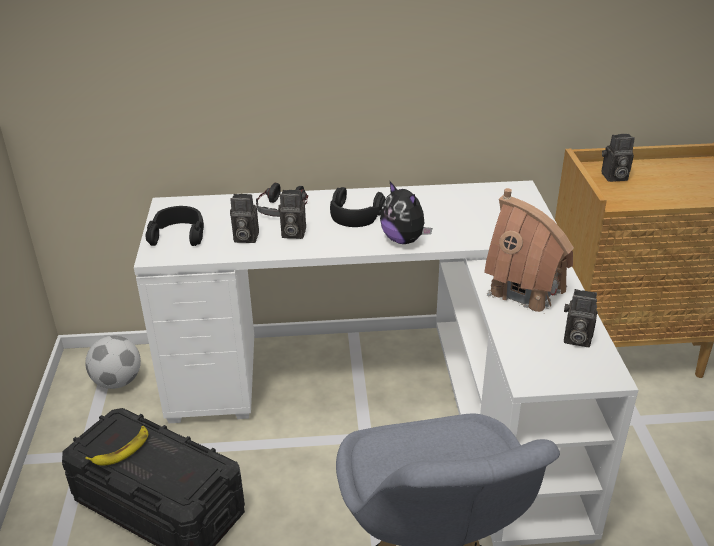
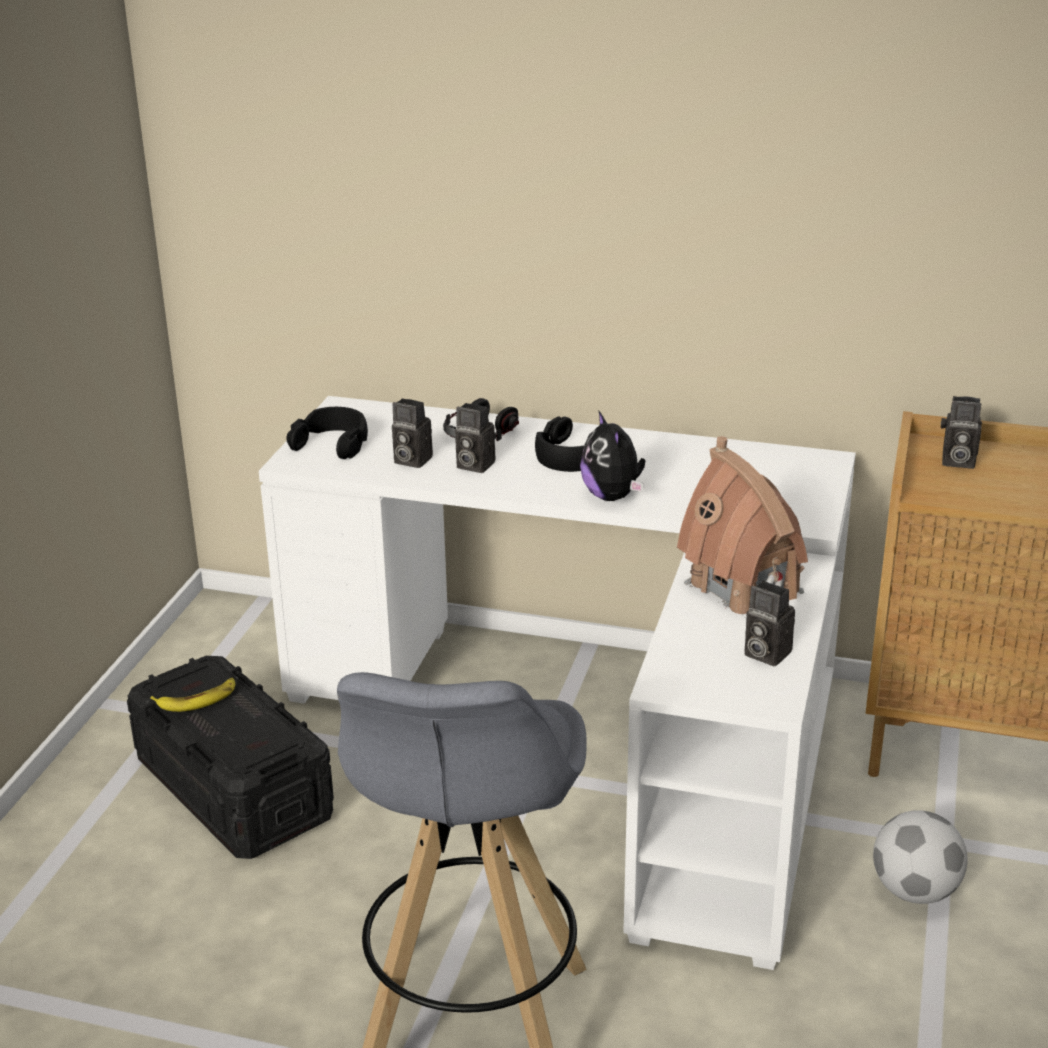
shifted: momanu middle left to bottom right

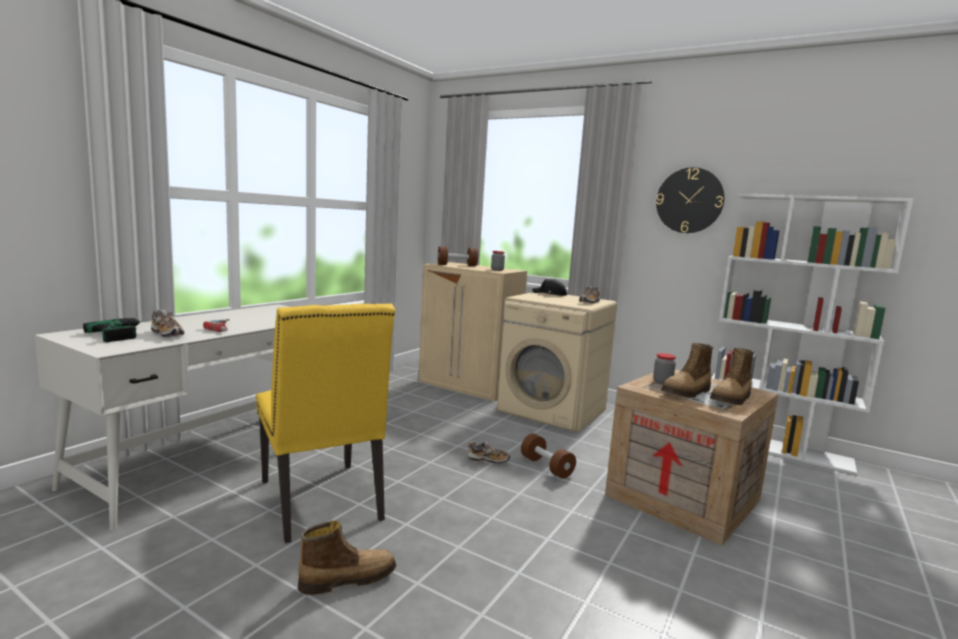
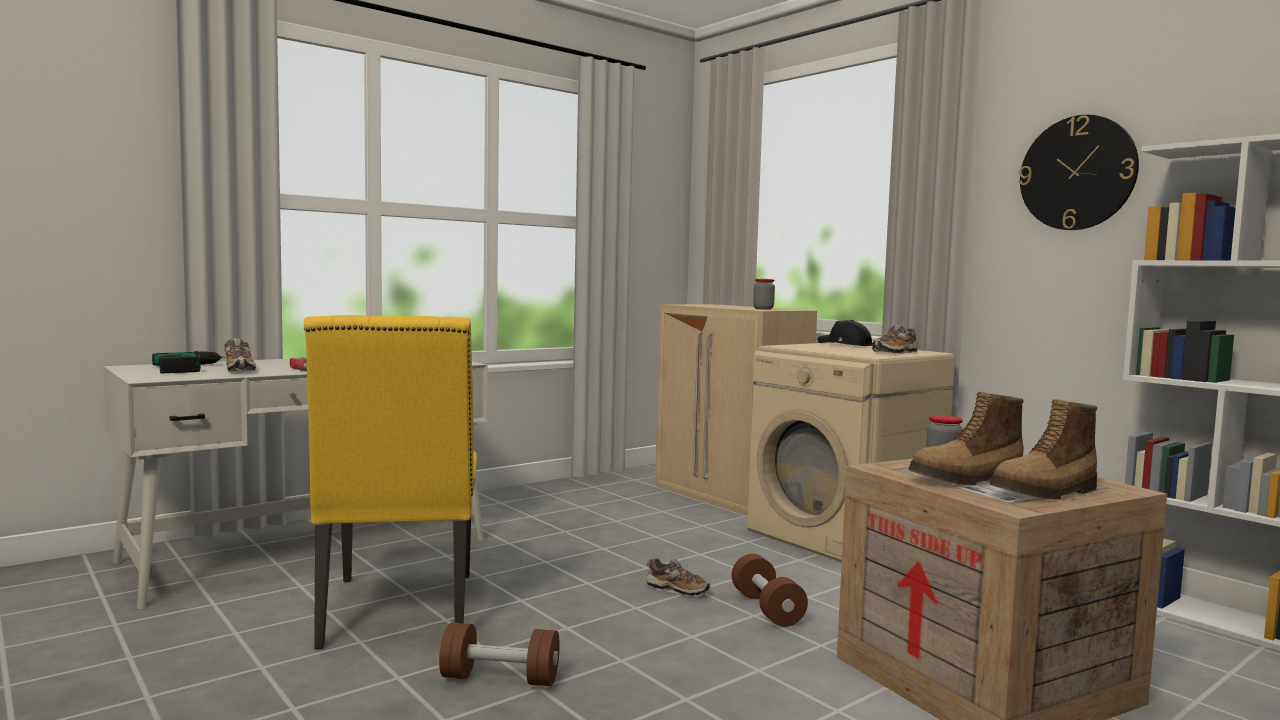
gone: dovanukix (no. 1 from left) bottom centre
shifted: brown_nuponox (no. 1 from left) centre to bottom centre

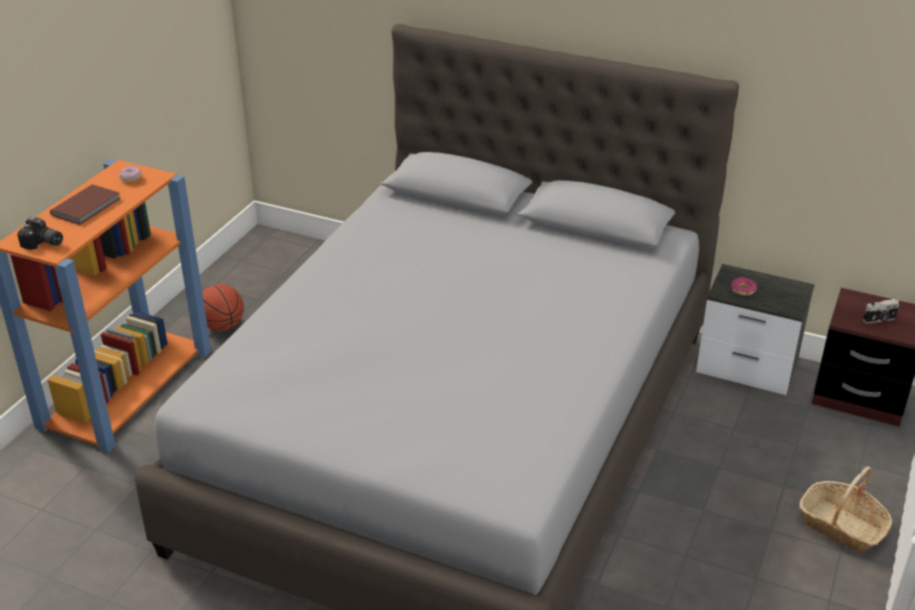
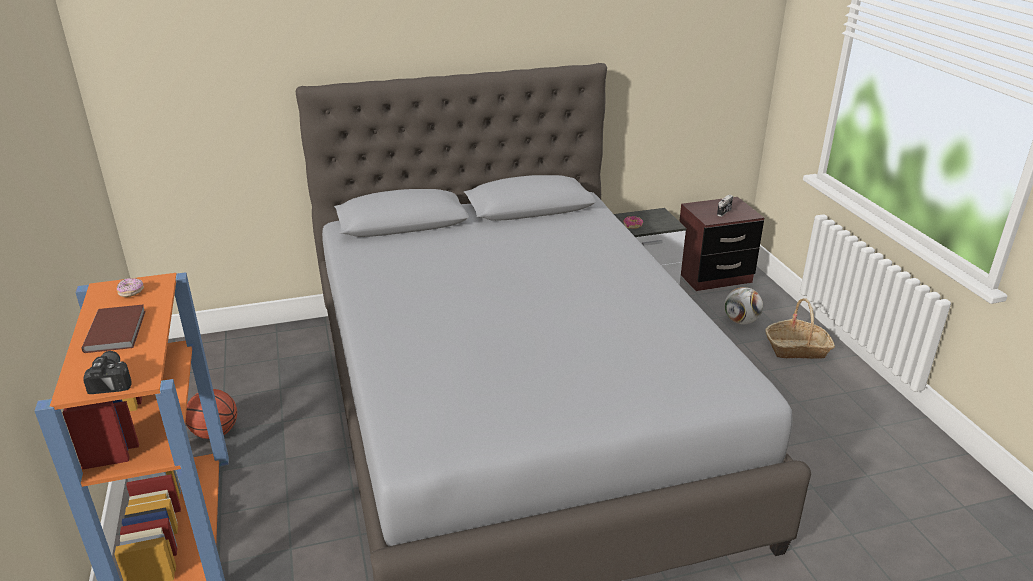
new: momanu middle right
rotated: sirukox (no. 1 from left) middle left = middle left 90 degrees counterclockwise

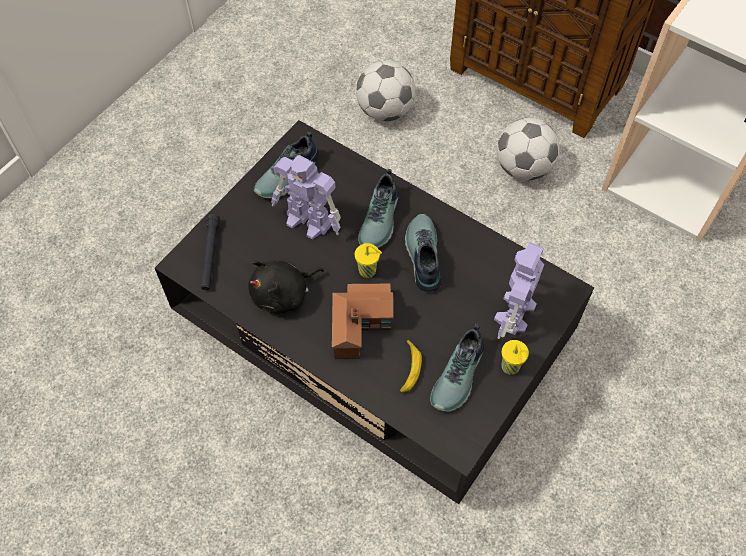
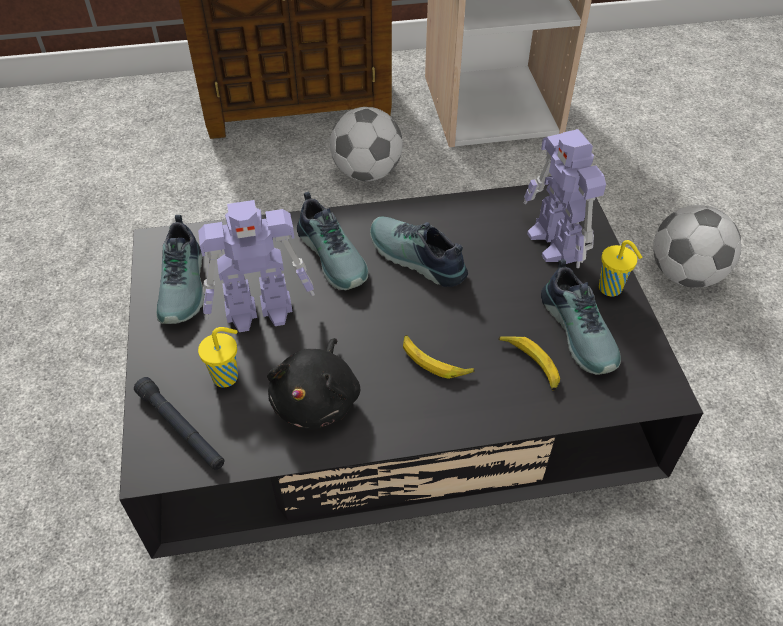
shifted: momanu (no. 1 from left in the first image) top centre to momanu (no. 2 from left) middle right; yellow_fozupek (no. 1 from left) centre to middle left
swapped: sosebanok centre to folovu (no. 1 from left) centre

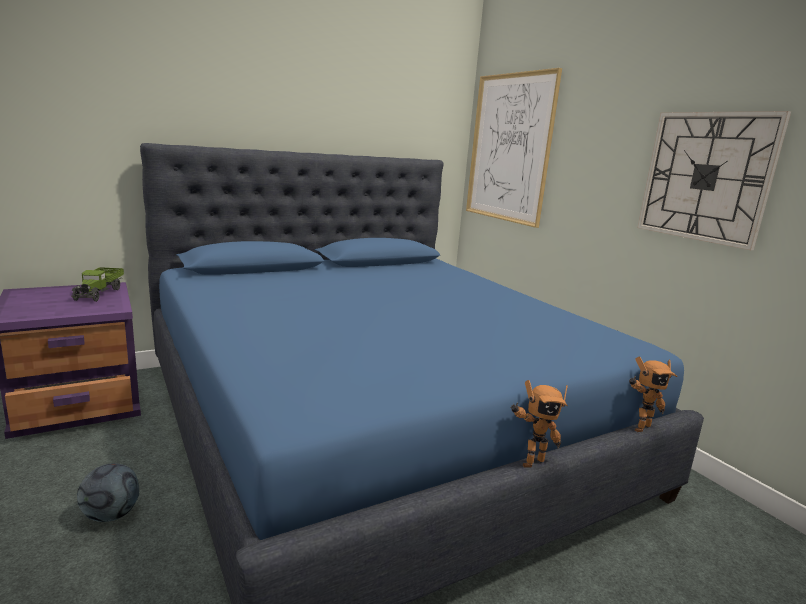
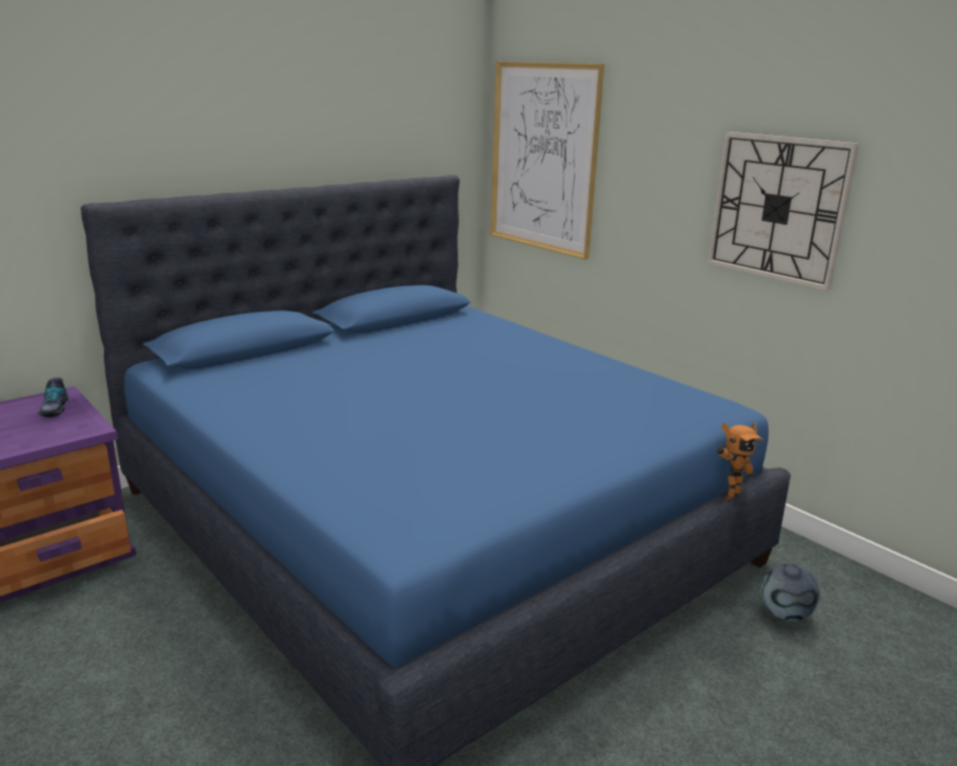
gone: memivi (no. 1 from left) bottom right
shifted: momanu bottom left to bottom right
swapped: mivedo middle left to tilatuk middle left

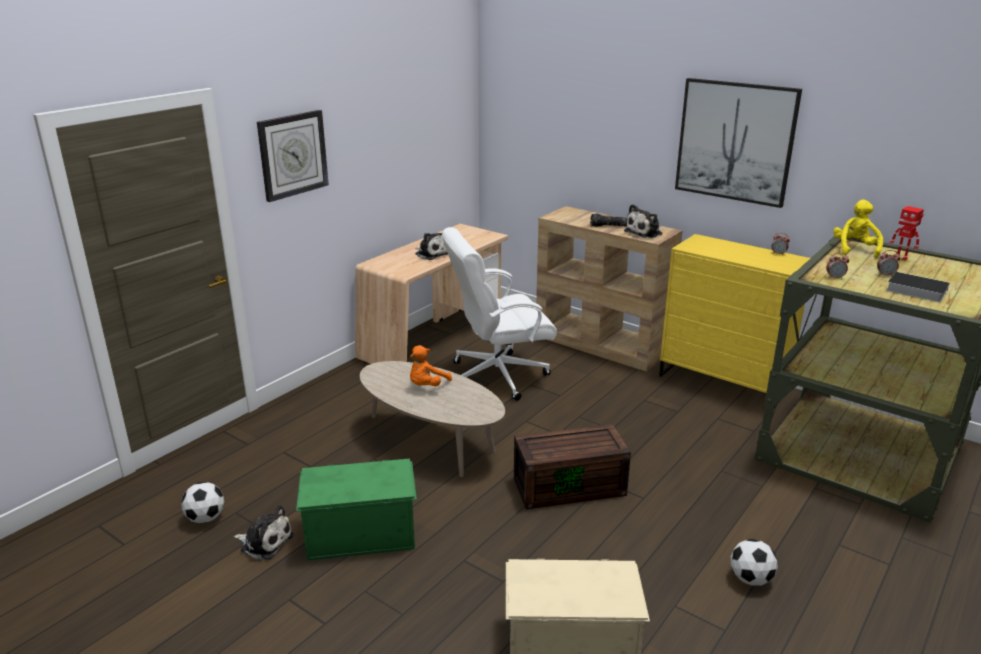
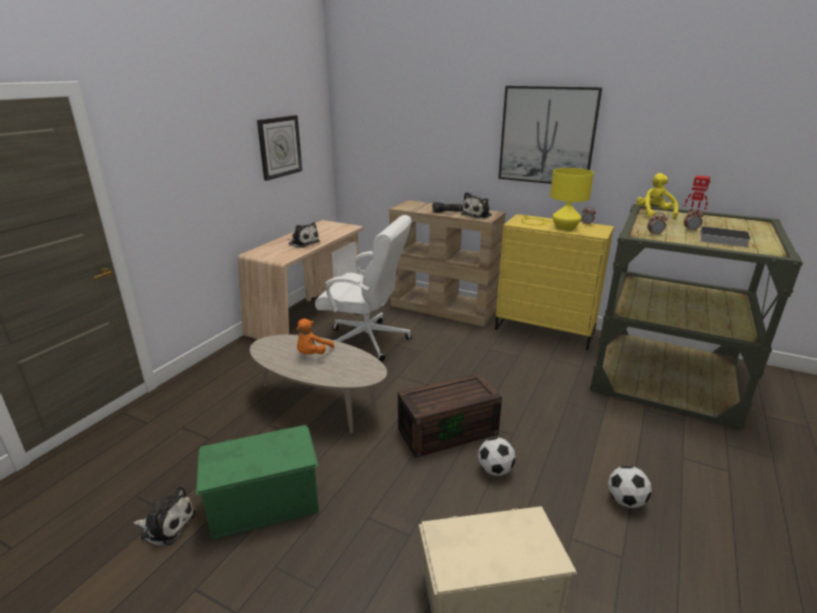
new: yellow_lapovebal top right
shifted: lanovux top left to top centre; momanu (no. 1 from left) bottom left to bottom centre
rotated: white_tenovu centre = centre 135 degrees counterclockwise

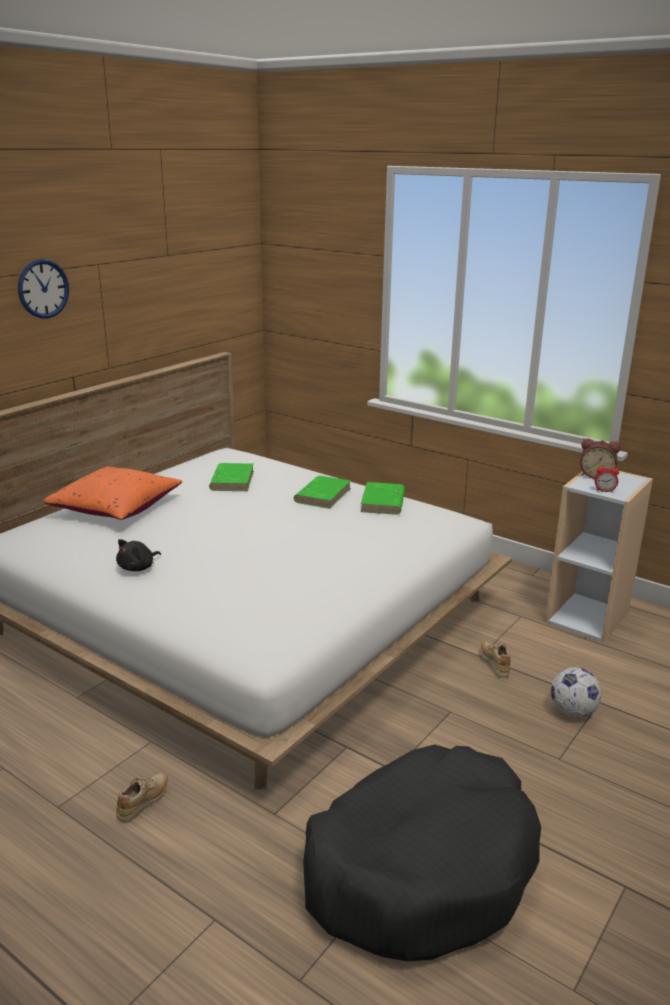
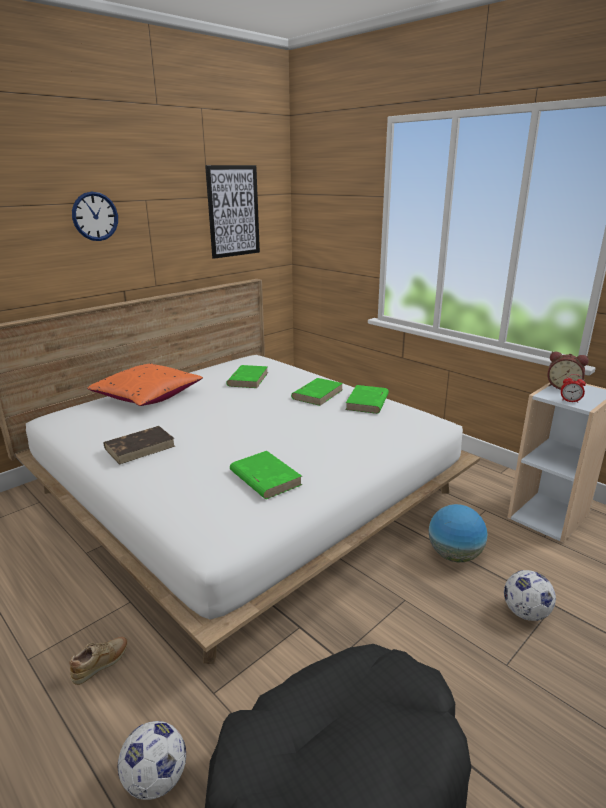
new: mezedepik top centre; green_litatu (no. 2 from left) centre; momanu (no. 1 from left) bottom left
swapped: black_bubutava middle left to brown_litatu middle left; beige_tilatuk (no. 2 from left) middle right to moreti middle right

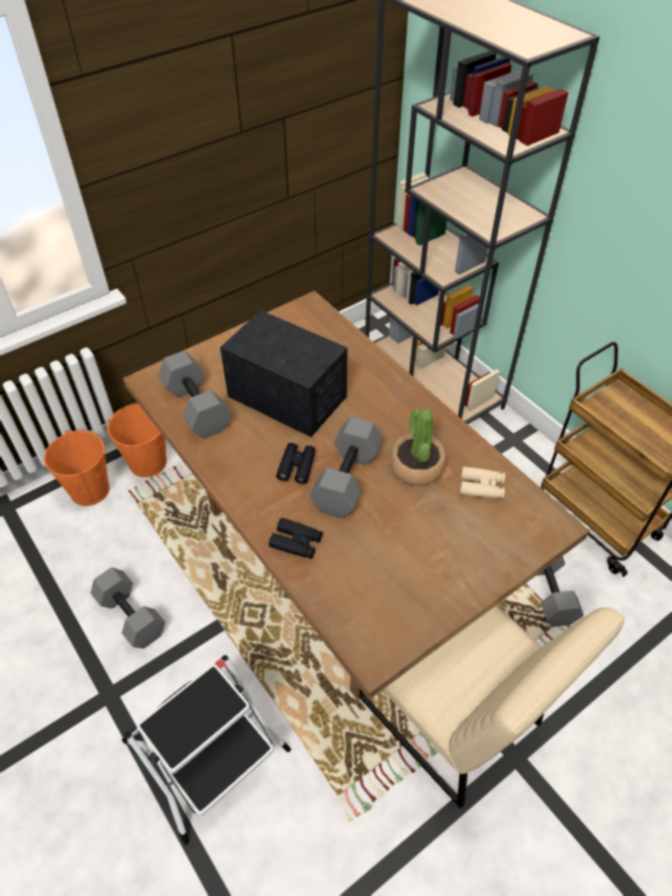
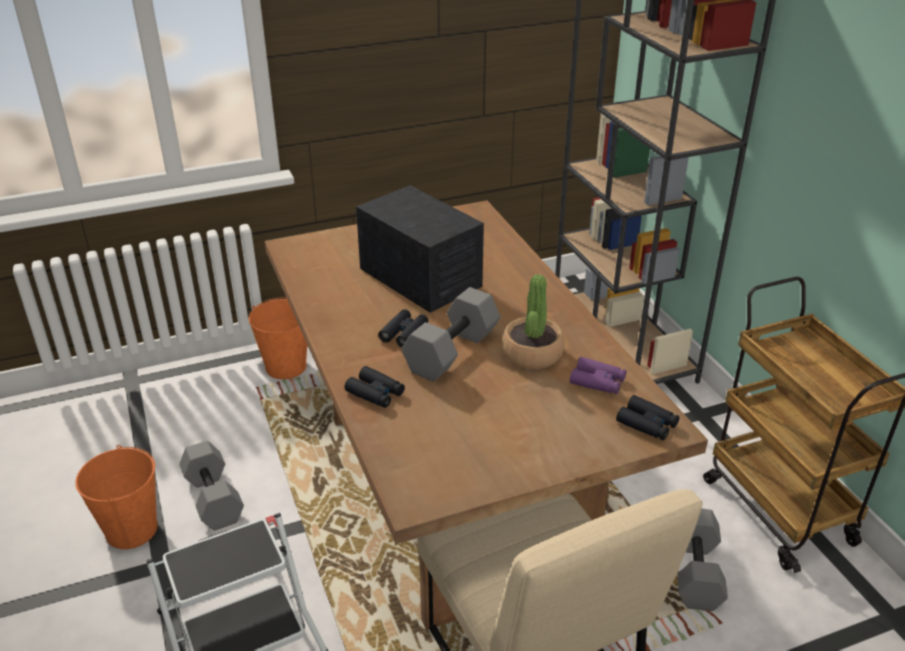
gone: grey_nuponox (no. 2 from left) middle left
new: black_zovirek (no. 3 from left) middle right
shifted: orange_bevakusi (no. 1 from left) middle left to bottom left
repainted: beige_zovirek middle right to purple_zovirek centre

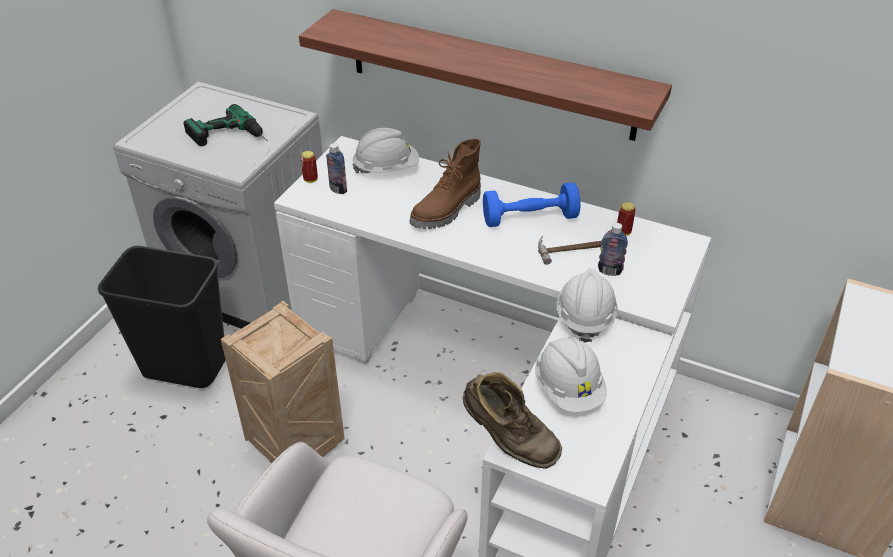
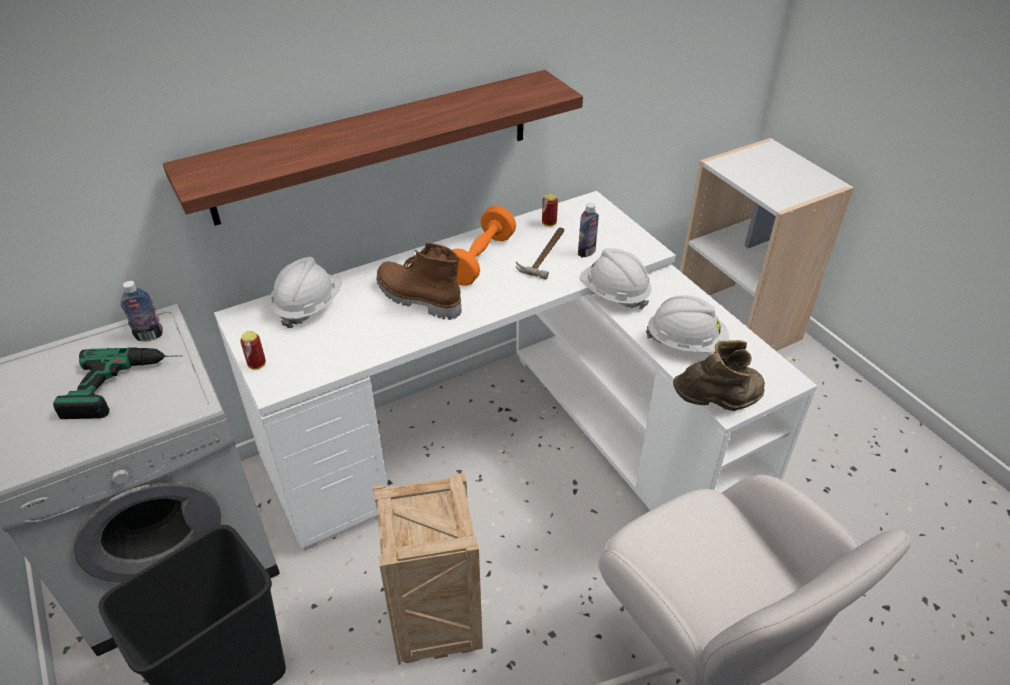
shifted: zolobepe (no. 1 from left) top centre to middle left
repainted: blue_nuponox centre to orange_nuponox centre
rotated: brown_dovanukix (no. 1 from left) top centre = centre 135 degrees clockwise

